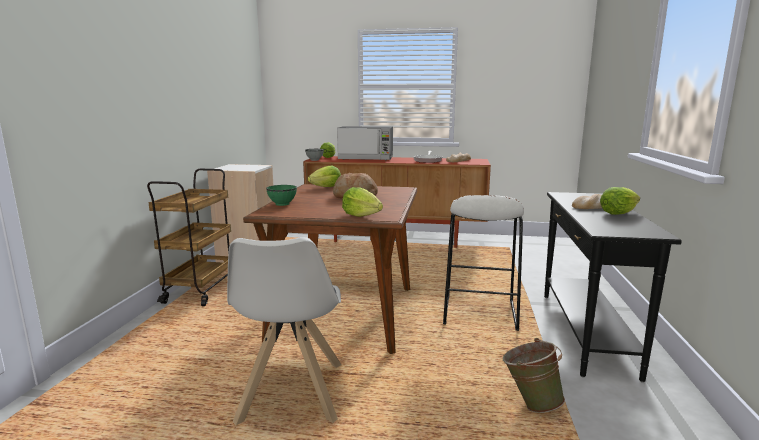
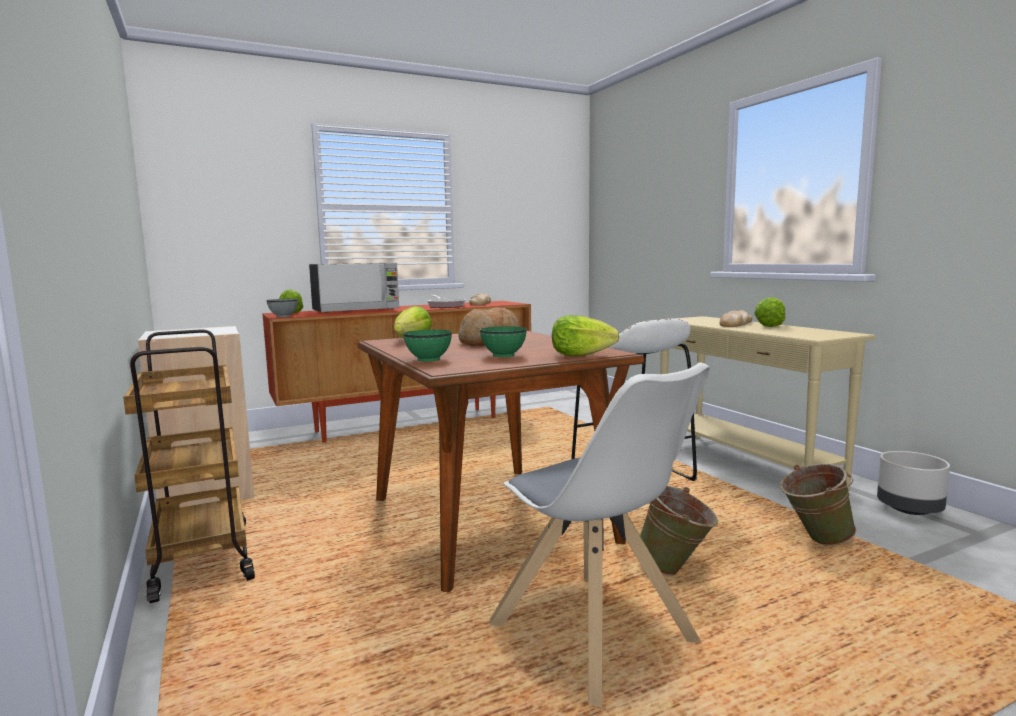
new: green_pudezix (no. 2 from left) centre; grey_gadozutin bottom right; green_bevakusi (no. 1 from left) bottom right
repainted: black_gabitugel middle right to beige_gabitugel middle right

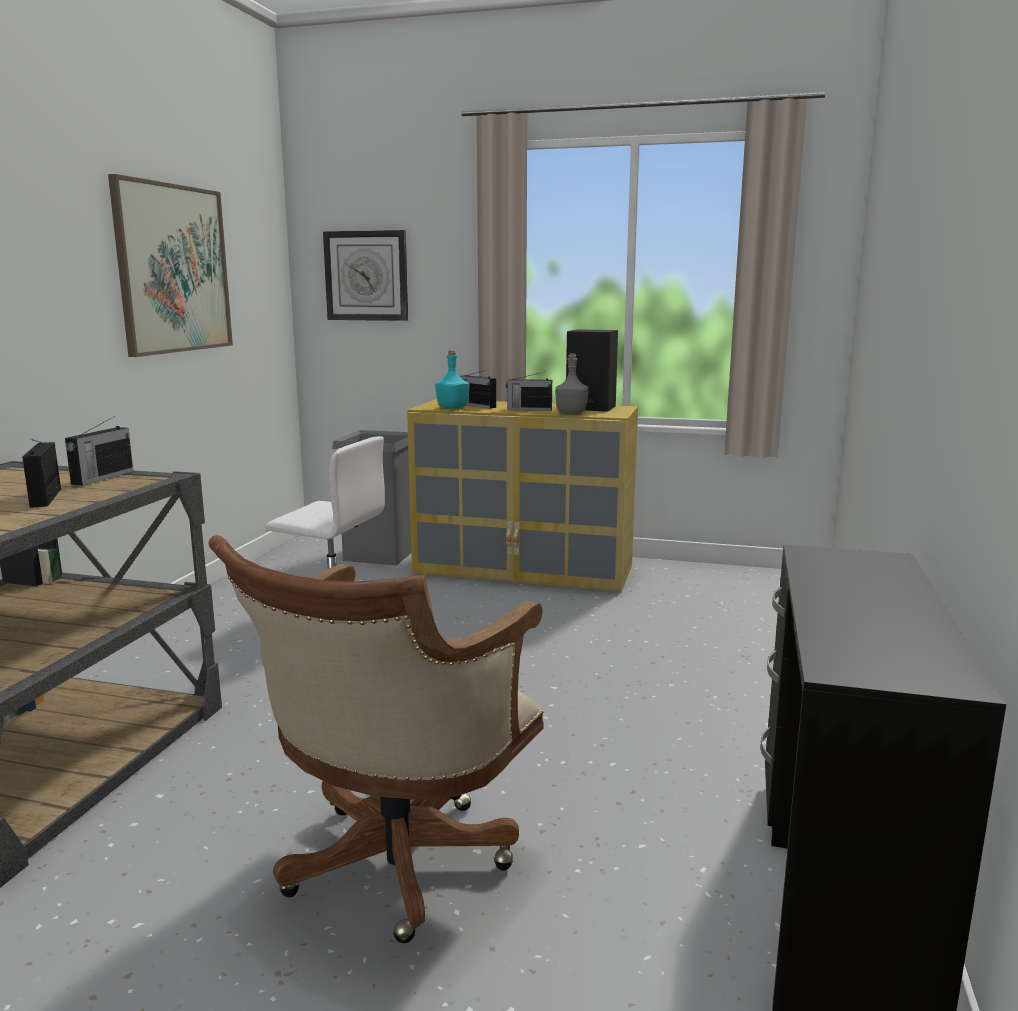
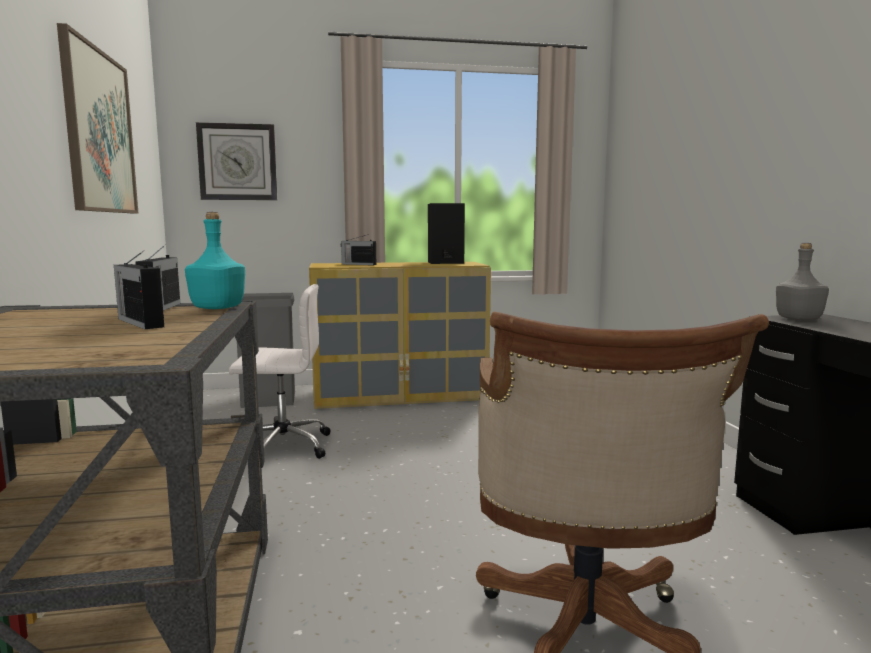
gone: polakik (no. 4 from left) centre
shifted: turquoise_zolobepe centre to middle left; grey_zolobepe centre to middle right

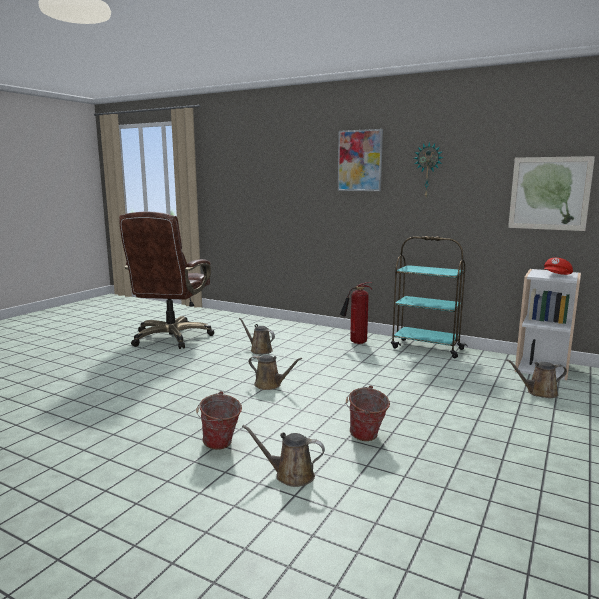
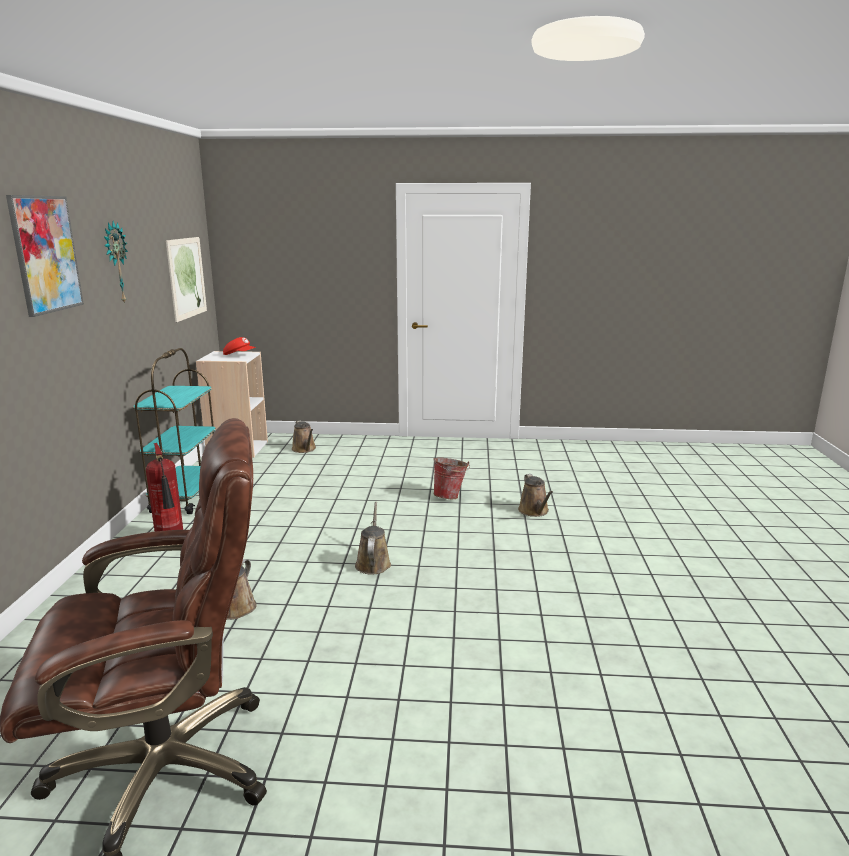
gone: bevakusi (no. 1 from left) bottom centre

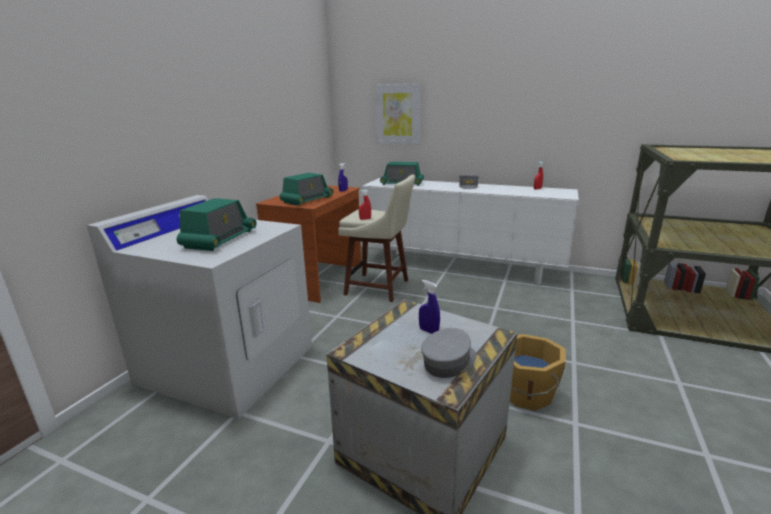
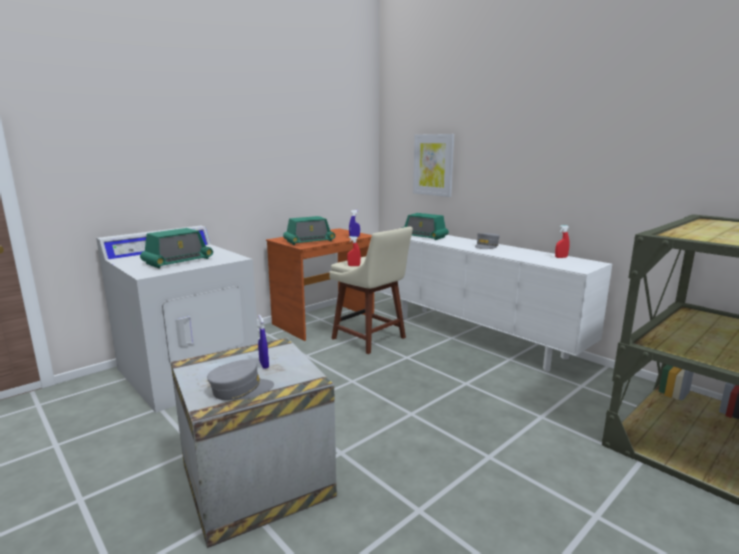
gone: orange_bevakusi bottom right

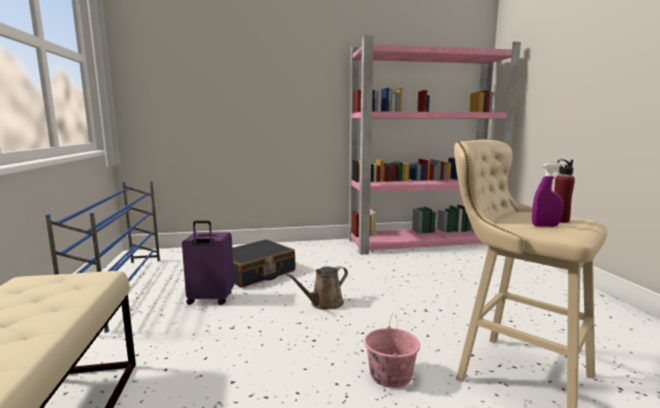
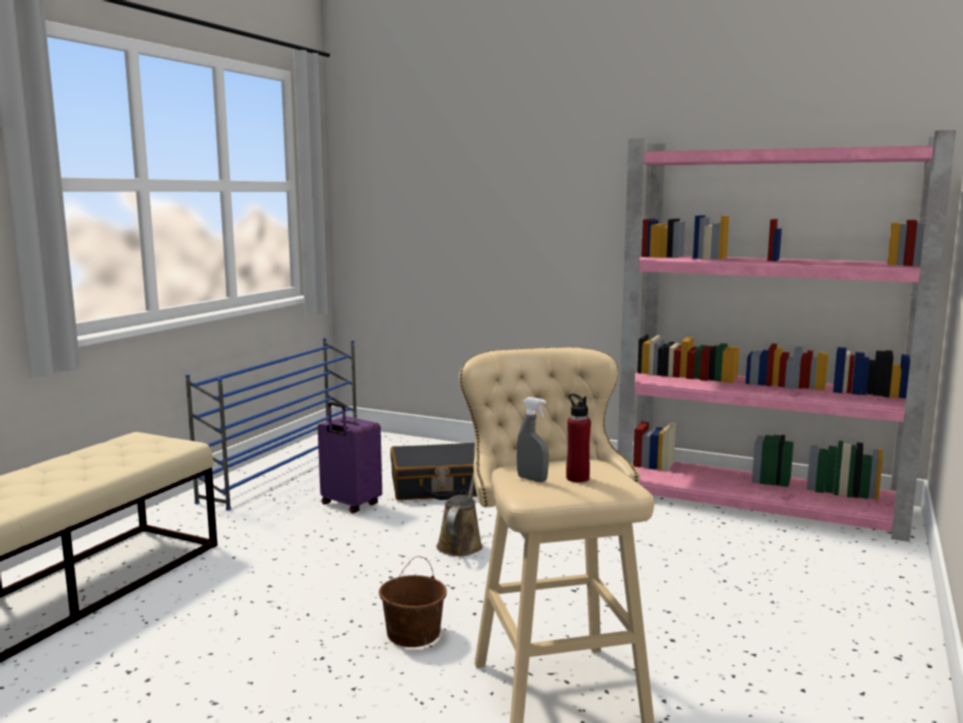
repainted: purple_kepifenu middle right to grey_kepifenu centre; pink_bevakusi bottom centre to brown_bevakusi bottom centre
rotated: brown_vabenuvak bottom centre = bottom centre 105 degrees clockwise

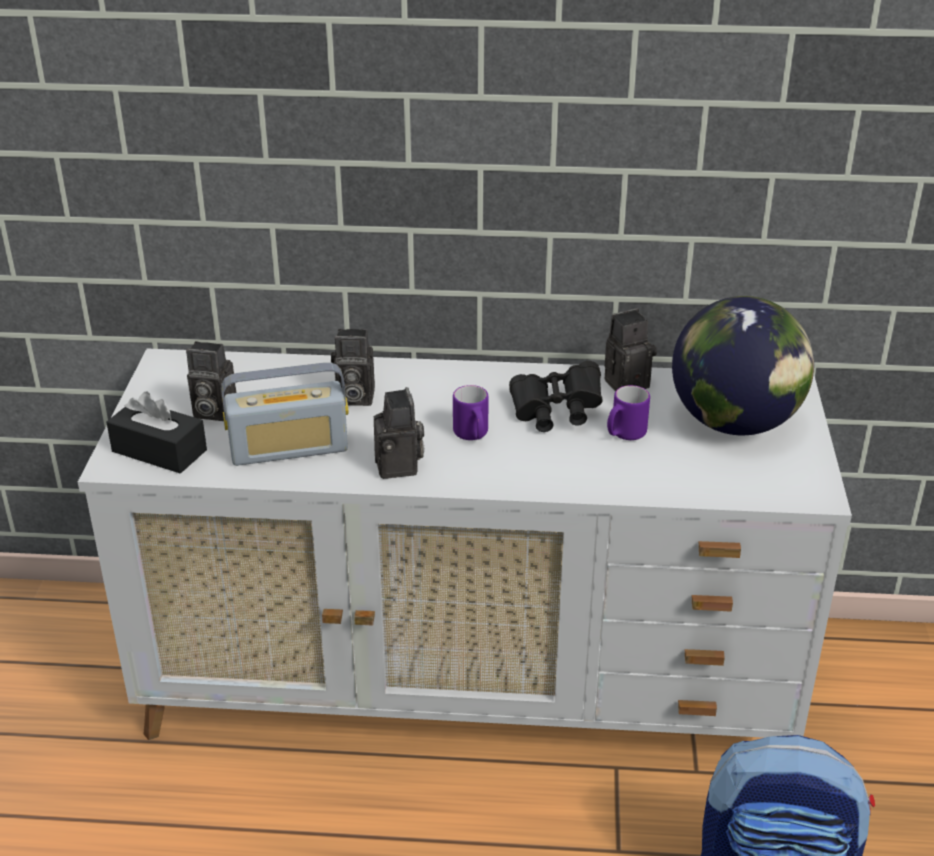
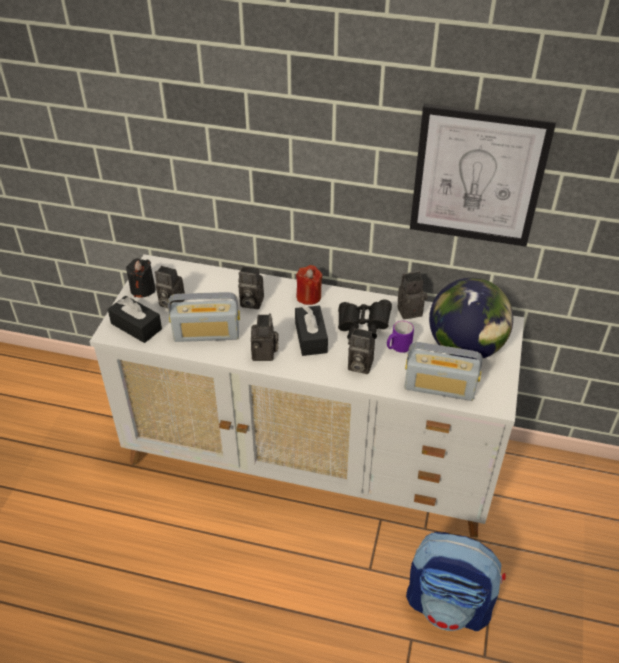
new: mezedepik top right; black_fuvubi middle left; red_fuvubi centre; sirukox (no. 4 from left) centre; polakik (no. 2 from left) middle right
swapped: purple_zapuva (no. 1 from left) centre to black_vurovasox (no. 2 from left) centre

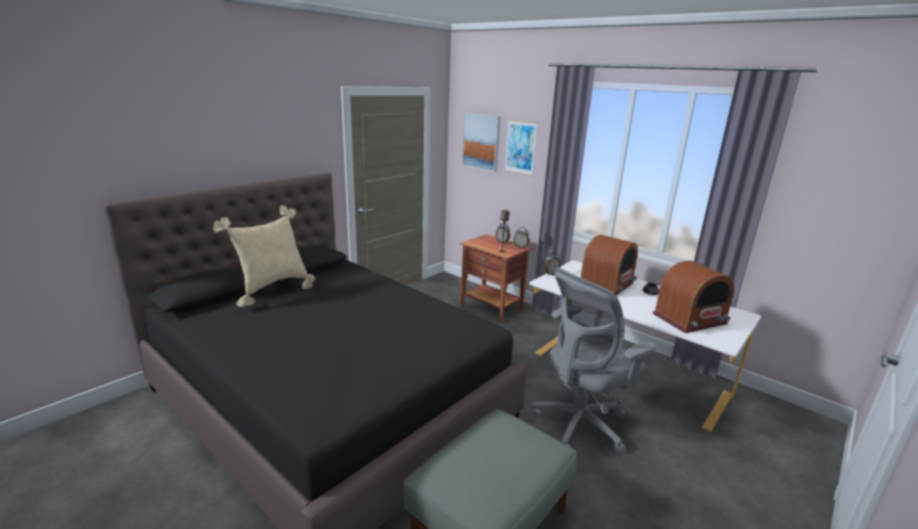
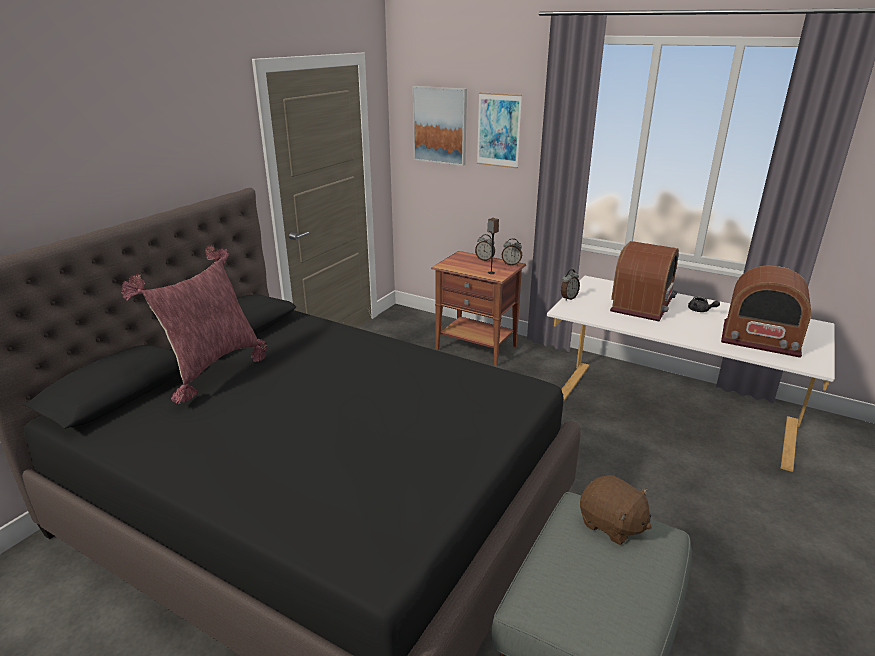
gone: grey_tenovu bottom centre
new: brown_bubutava bottom right
repainted: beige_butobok middle left to red_butobok middle left
rotated: polakik (no. 2 from left) middle right = middle right 60 degrees clockwise

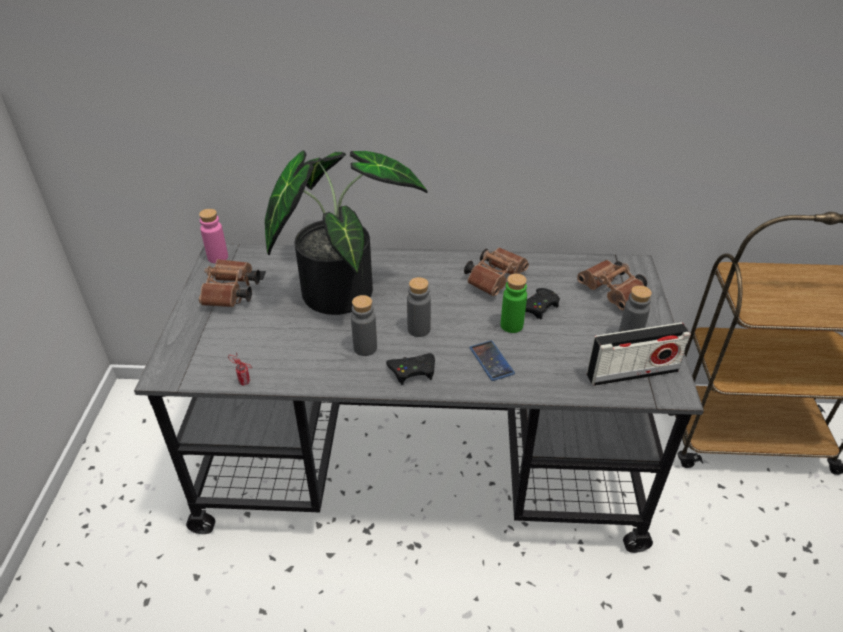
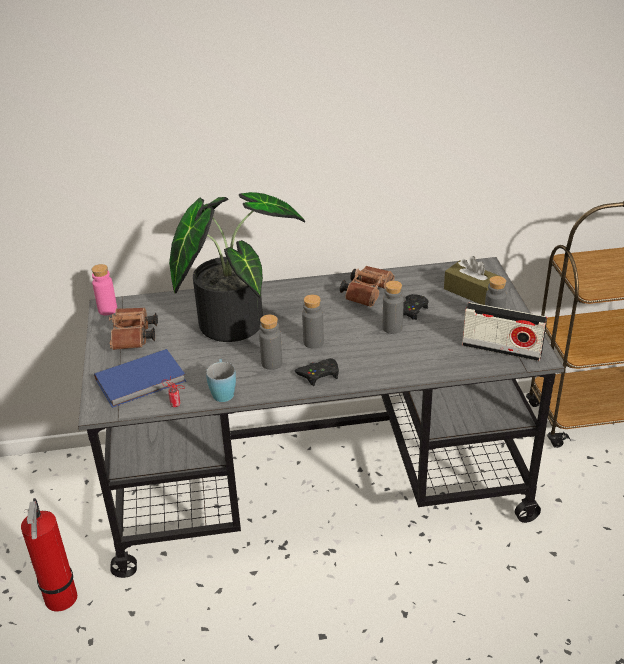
gone: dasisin centre
new: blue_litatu middle left; blue_zapuva centre; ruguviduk bottom left
swapped: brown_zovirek (no. 3 from left) middle right to brown_vurovasox middle right
repainted: green_zolobepe centre to grey_zolobepe (no. 3 from left) centre
rotated: polakik middle right = middle right 45 degrees clockwise

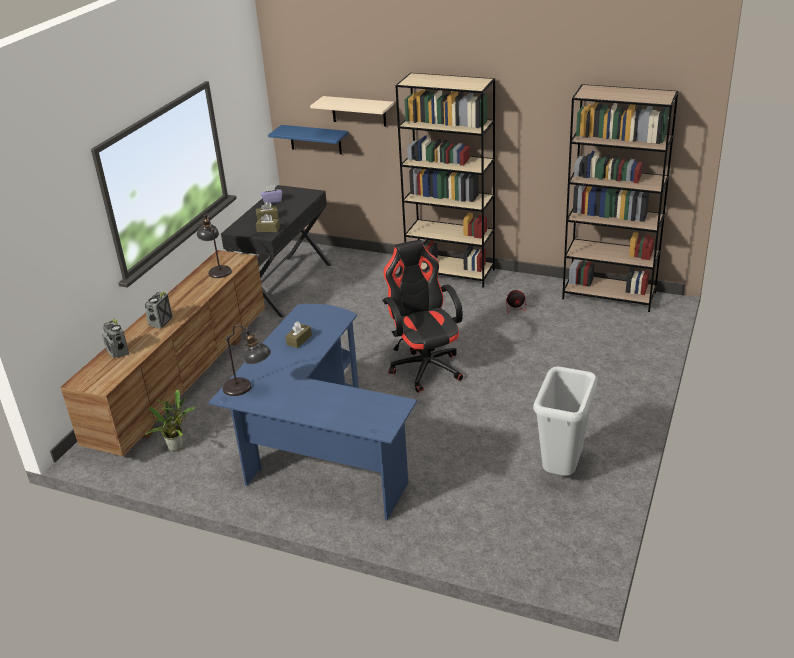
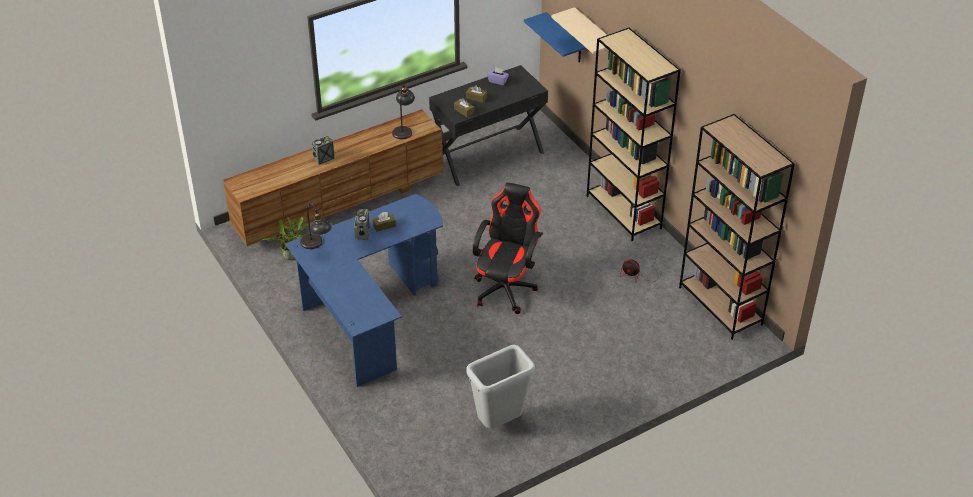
shifted: polakik (no. 1 from left in the first image) middle left to polakik (no. 2 from left) centre

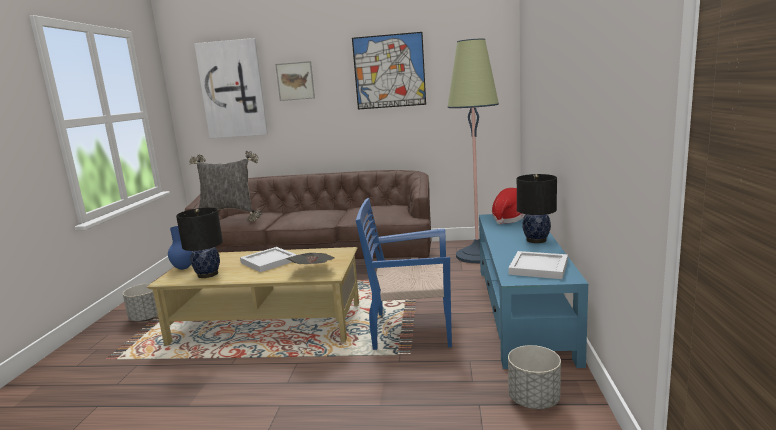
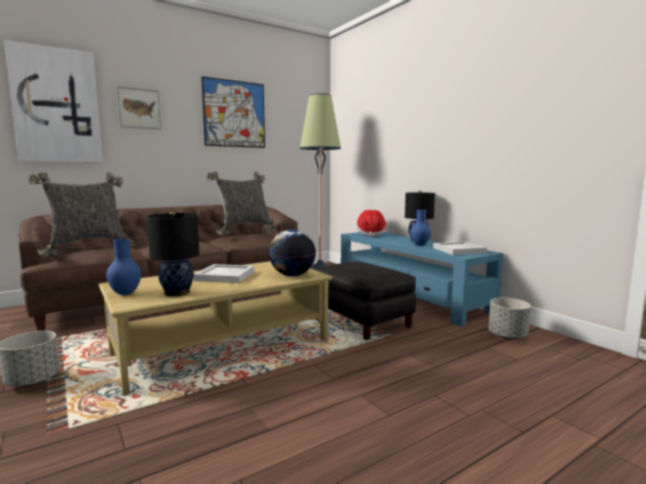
new: butobok (no. 2 from left) centre; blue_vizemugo (no. 2 from left) centre
swapped: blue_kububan centre to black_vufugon centre; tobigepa centre to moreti centre

